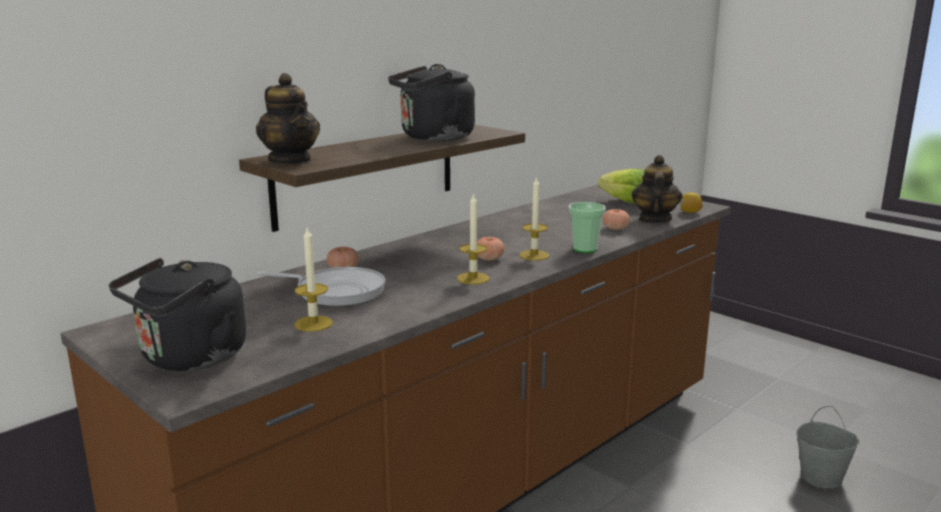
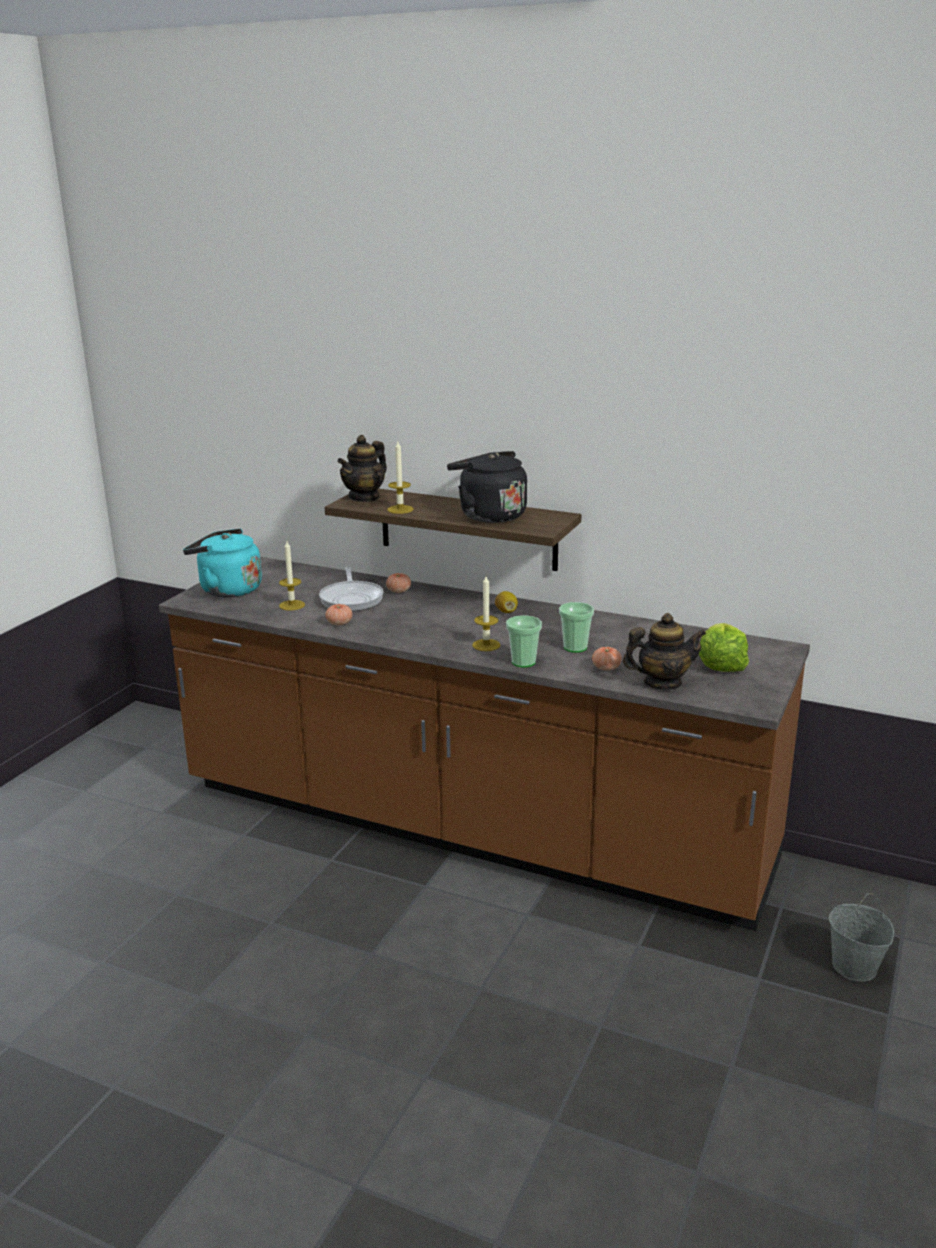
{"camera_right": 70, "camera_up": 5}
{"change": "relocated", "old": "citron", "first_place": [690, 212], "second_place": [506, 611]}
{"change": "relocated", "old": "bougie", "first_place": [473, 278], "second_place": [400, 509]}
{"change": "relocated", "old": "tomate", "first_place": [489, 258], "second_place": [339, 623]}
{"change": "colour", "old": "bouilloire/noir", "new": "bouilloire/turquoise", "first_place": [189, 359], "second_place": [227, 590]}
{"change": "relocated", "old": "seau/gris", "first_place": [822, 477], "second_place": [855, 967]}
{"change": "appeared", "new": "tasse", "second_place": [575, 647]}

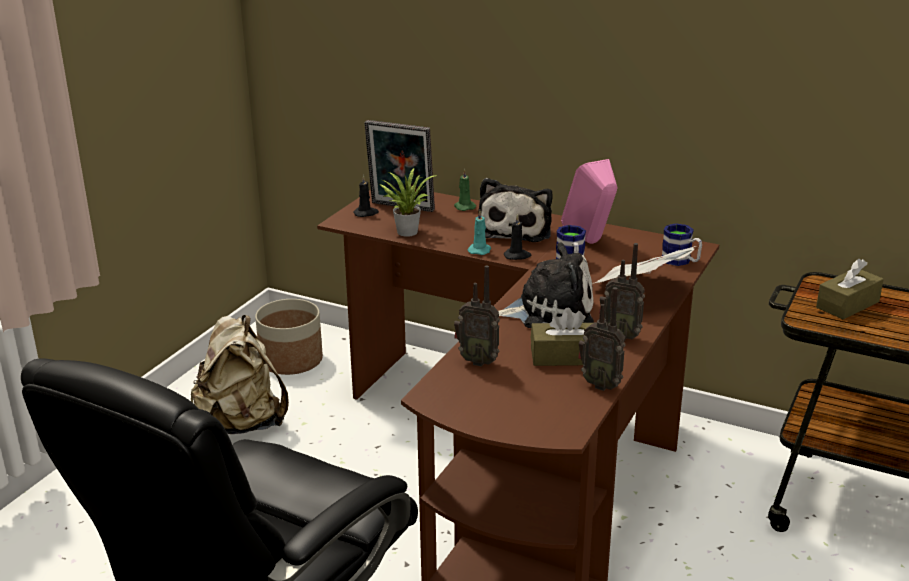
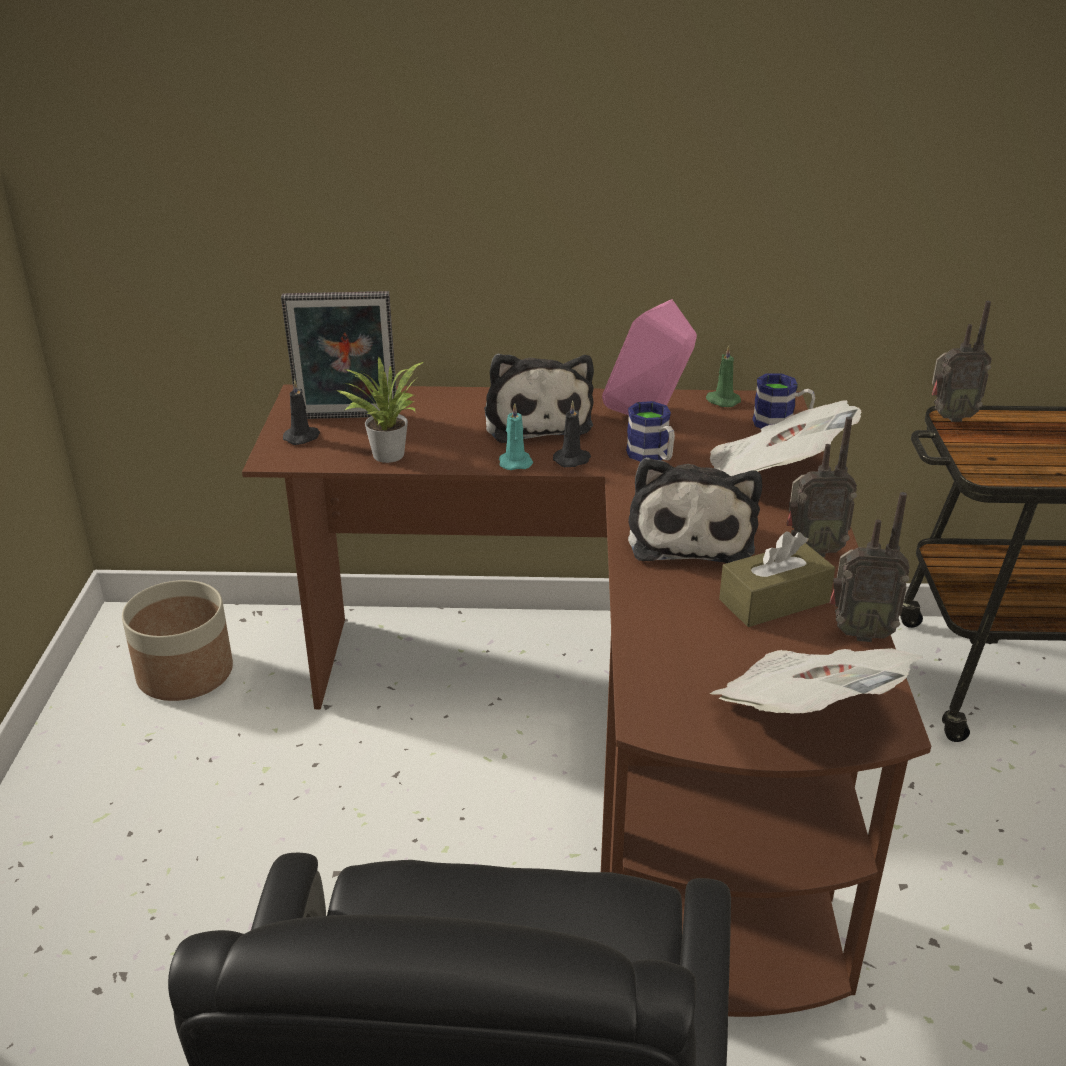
{"camera_right": -25, "camera_up": 5}
{"change": "relocated", "old": "bougie/vert", "first_place": [464, 207], "second_place": [722, 401]}
{"change": "spun", "old": "peluche", "first_place": [549, 311], "second_place": [690, 535], "degrees": 120}
{"change": "missing", "old": "boîte à mouchoirs/marron", "first_place": [847, 304]}
{"change": "relocated", "old": "radio", "first_place": [478, 361], "second_place": [949, 417]}
{"change": "missing", "old": "sac à dos/beige", "first_place": [241, 423]}
{"change": "appeared", "new": "journal", "second_place": [806, 715]}

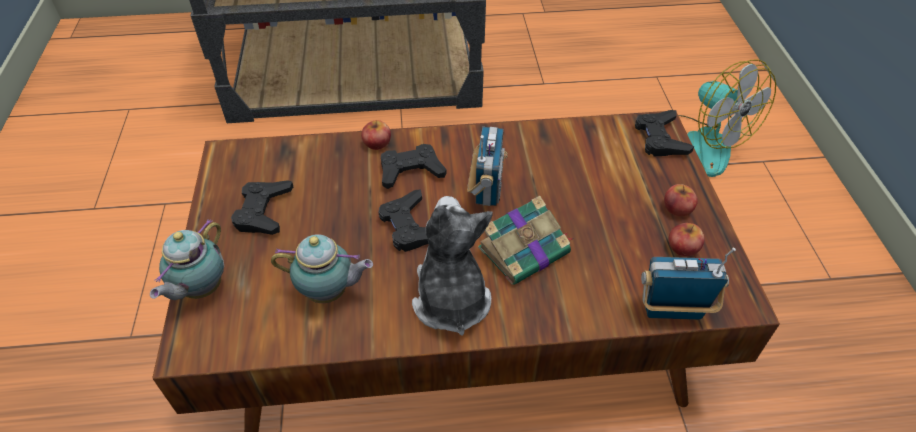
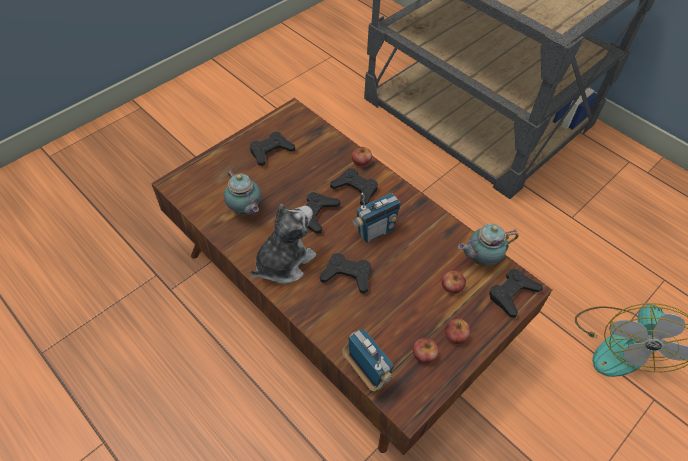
{"camera_right": 50, "camera_up": 5}
{"change": "exchanged", "old": "livre", "new": "manette/noir", "first_place": [525, 250], "second_place": [347, 275]}
{"change": "relocated", "old": "théière", "first_place": [200, 289], "second_place": [481, 259]}
{"change": "appeared", "new": "pomme", "second_place": [452, 286]}

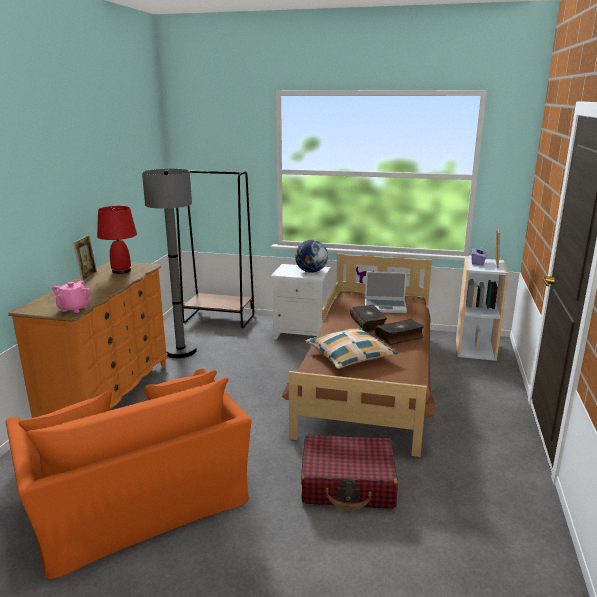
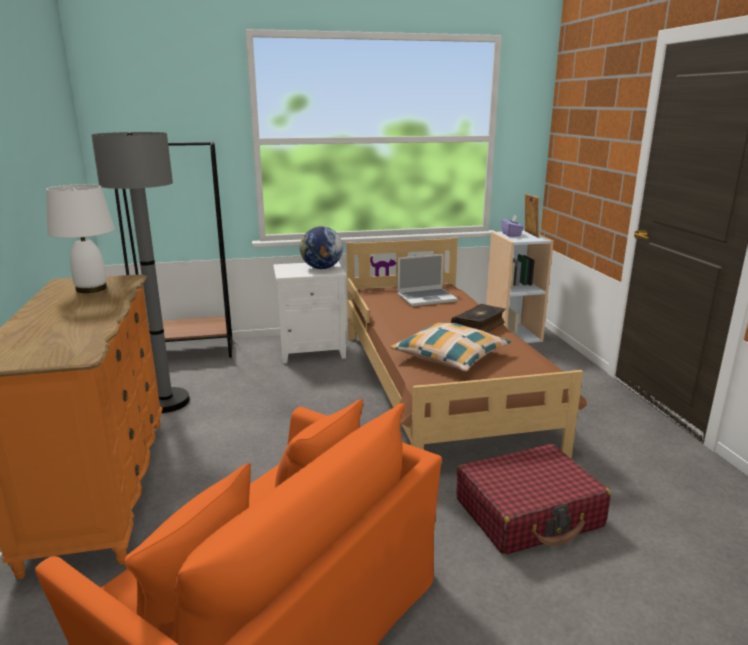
{"camera_right": -25, "camera_up": 0}
{"change": "colour", "old": "lampe de table/rouge", "new": "lampe de table/blanc", "first_place": [121, 271], "second_place": [91, 289]}
{"change": "missing", "old": "cadre photo", "first_place": [88, 277]}
{"change": "missing", "old": "théière/rose", "first_place": [74, 308]}
{"change": "missing", "old": "livre", "first_place": [368, 323]}

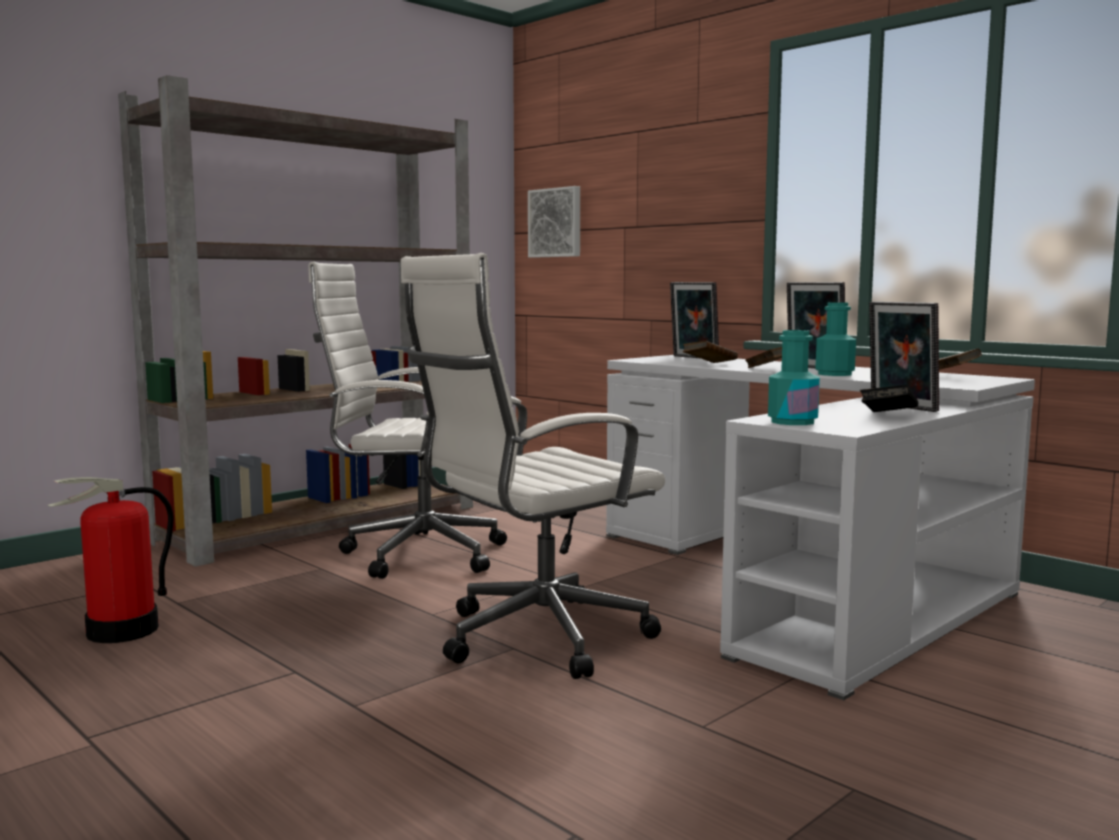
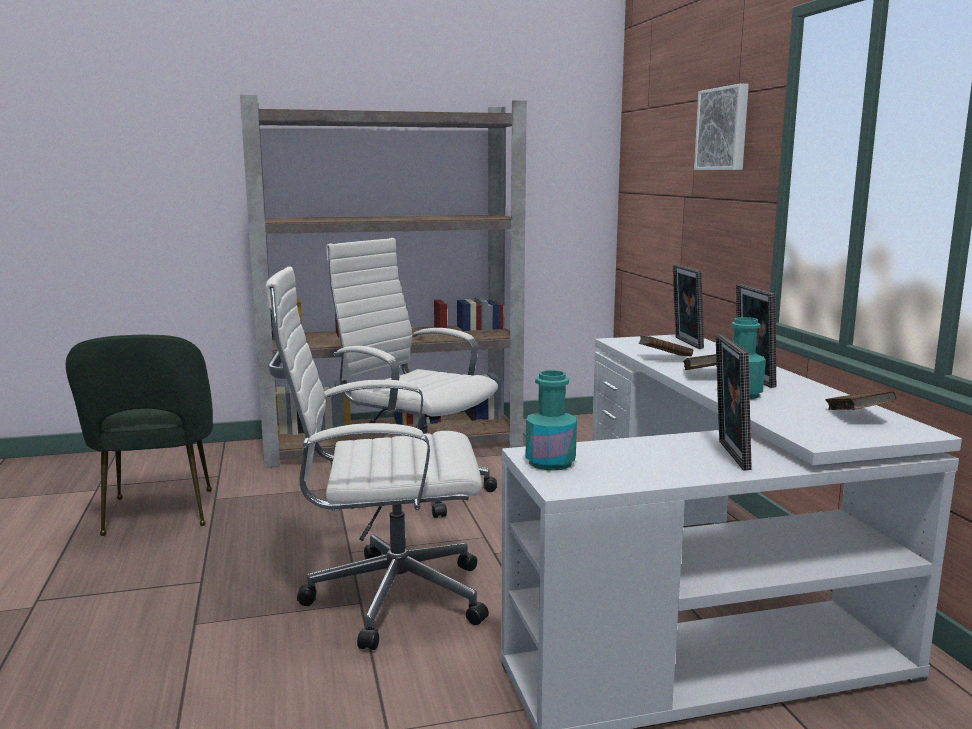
{"camera_right": 30, "camera_up": 5}
{"change": "relocated", "old": "tableau", "first_place": [556, 223], "second_place": [724, 129]}
{"change": "missing", "old": "livre/noir", "first_place": [888, 416]}
{"change": "exchanged", "old": "extincteur", "new": "chaise/vert", "first_place": [122, 631], "second_place": [157, 516]}

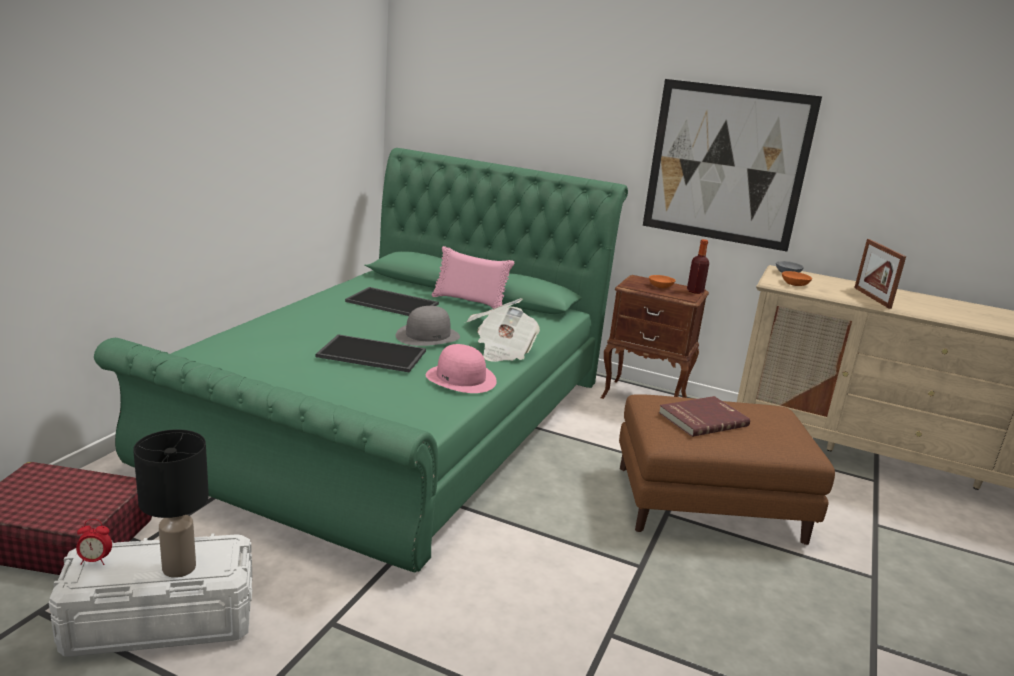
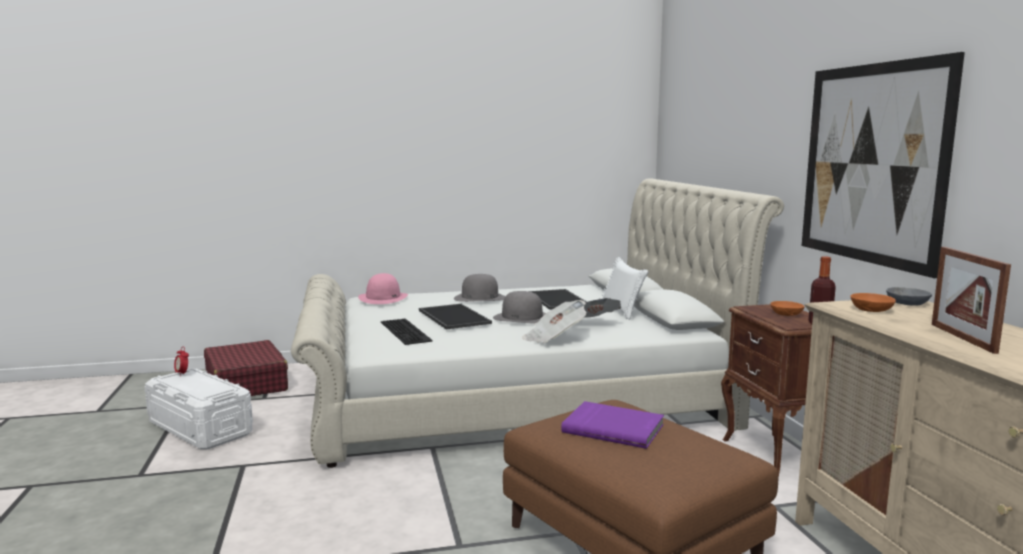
{"camera_right": 55, "camera_up": -10}
{"change": "colour", "old": "lit/vert", "new": "lit/beige", "first_place": [397, 417], "second_place": [515, 394]}
{"change": "spun", "old": "cadre photo", "first_place": [872, 298], "second_place": [962, 338], "degrees": -45}
{"change": "colour", "old": "coussin/rose", "new": "coussin/blanc", "first_place": [470, 302], "second_place": [622, 310]}
{"change": "relocated", "old": "chapeau/rose", "first_place": [461, 378], "second_place": [383, 298]}
{"change": "colour", "old": "livre/rouge", "new": "livre/violet", "first_place": [702, 419], "second_place": [613, 427]}
{"change": "missing", "old": "lampe de table/noir", "first_place": [179, 568]}
{"change": "appeared", "new": "chapeau/gris", "second_place": [479, 298]}
{"change": "appeared", "new": "clavier", "second_place": [407, 331]}

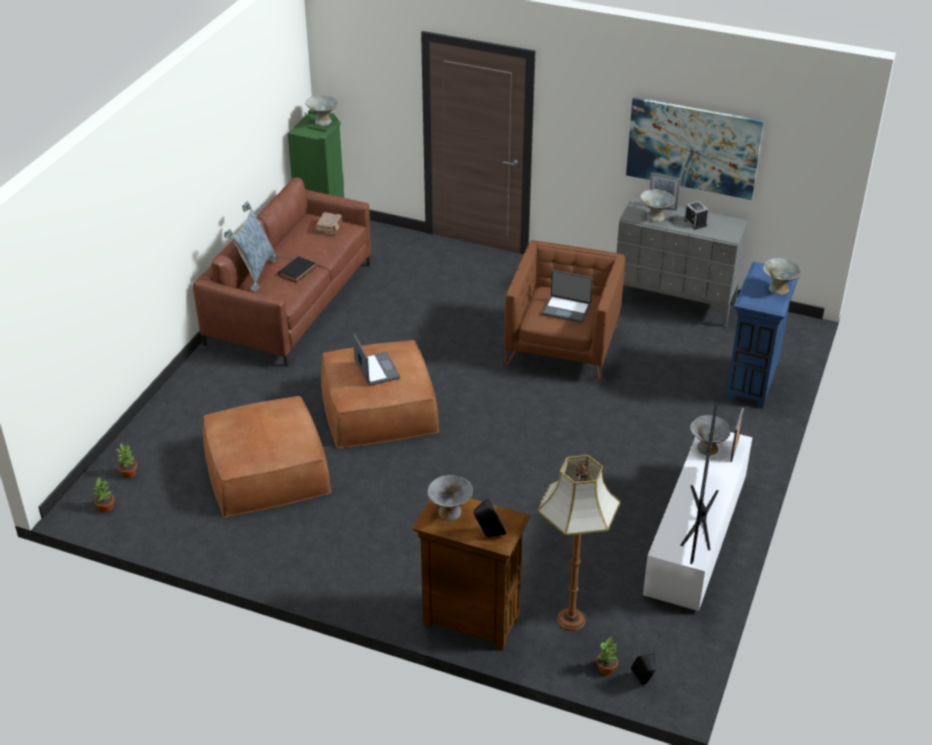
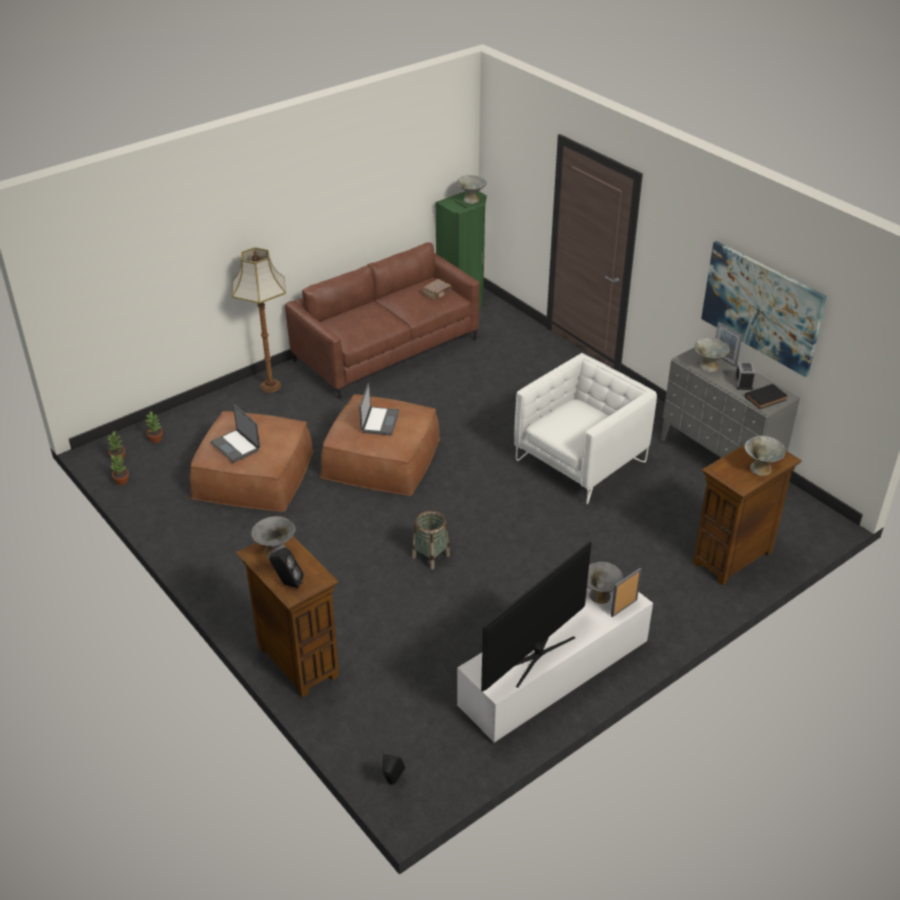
{"camera_right": 30, "camera_up": 0}
{"change": "missing", "old": "coussin", "first_place": [254, 275]}
{"change": "colour", "old": "fauteuil/marron", "new": "fauteuil/blanc", "first_place": [562, 346], "second_place": [580, 462]}
{"change": "relocated", "old": "livre/noir", "first_place": [297, 271], "second_place": [766, 398]}
{"change": "colour", "old": "meuble de rangement/bleu", "new": "meuble de rangement/marron", "first_place": [752, 383], "second_place": [732, 559]}
{"change": "relocated", "old": "ordinateur portable", "first_place": [566, 309], "second_place": [236, 446]}
{"change": "relocated", "old": "lampadaire", "first_place": [569, 619], "second_place": [270, 386]}
{"change": "relocated", "old": "plante en pot", "first_place": [606, 669], "second_place": [121, 481]}
{"change": "appeared", "new": "panier", "second_place": [430, 556]}

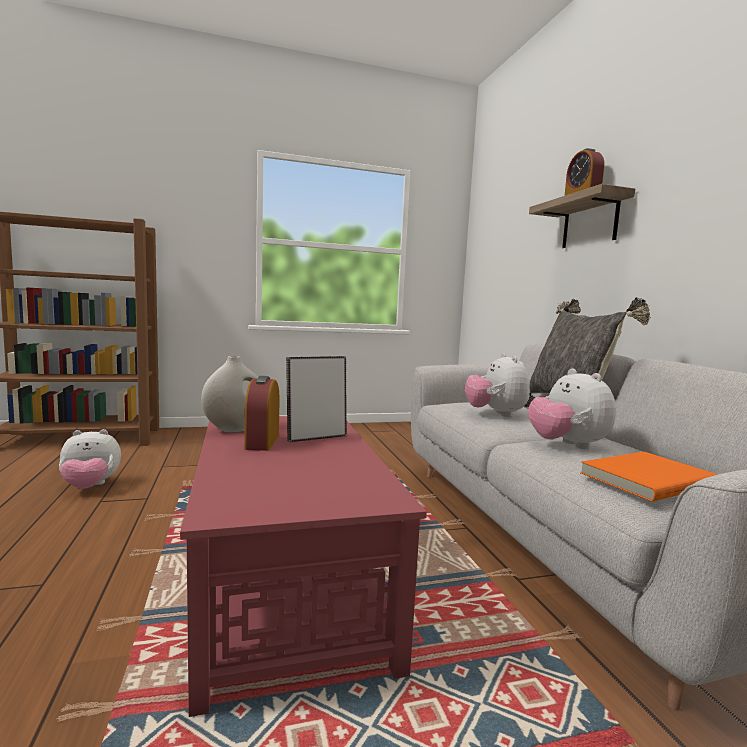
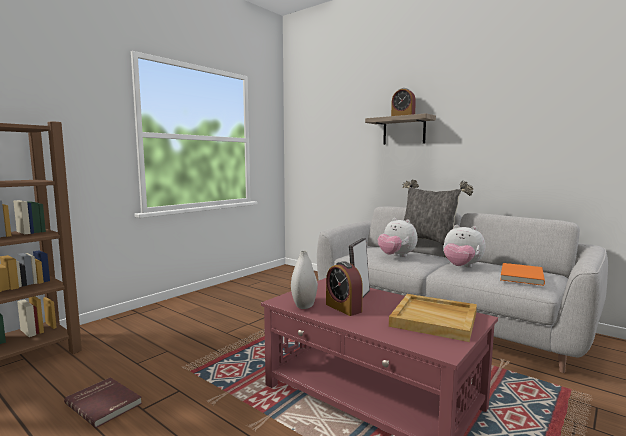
{"camera_right": -35, "camera_up": 0}
{"change": "exchanged", "old": "peluche", "new": "livre/rouge", "first_place": [90, 487], "second_place": [105, 403]}
{"change": "appeared", "new": "plateau/beige", "second_place": [435, 319]}

